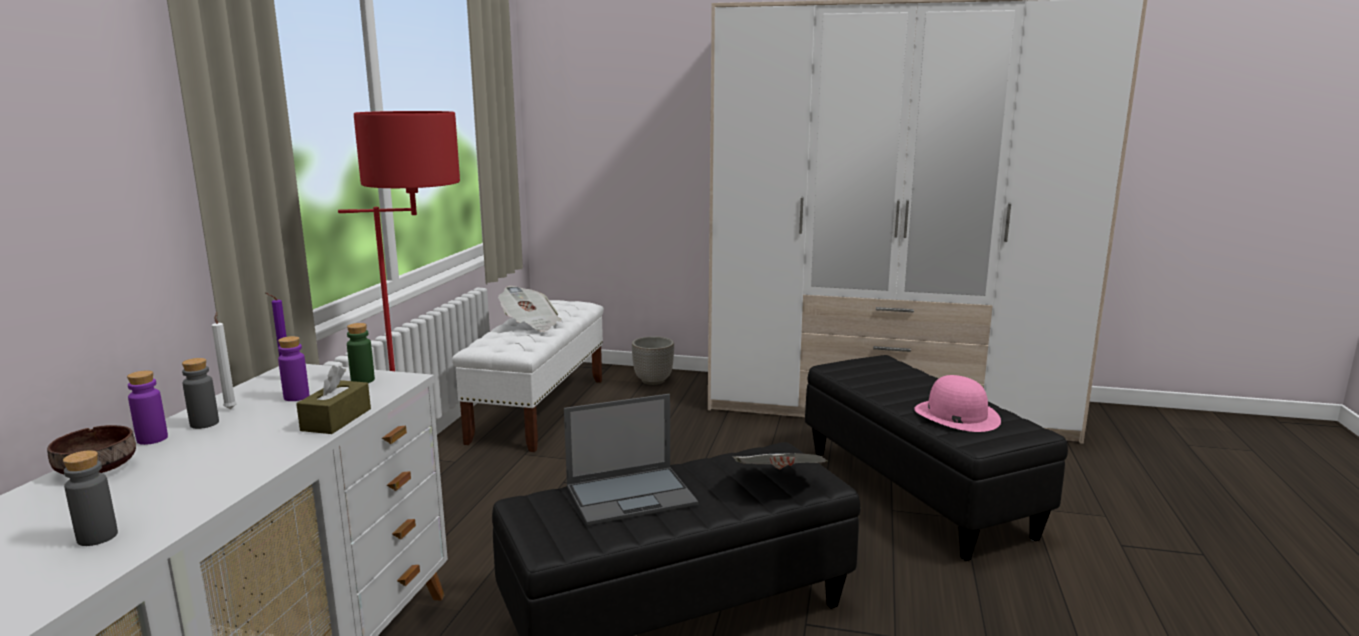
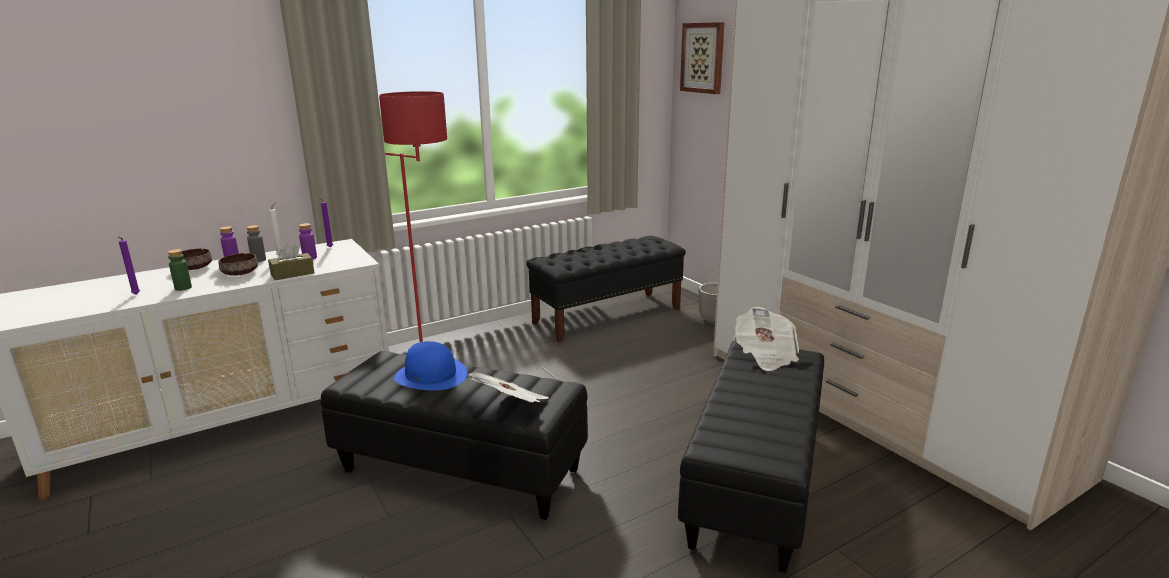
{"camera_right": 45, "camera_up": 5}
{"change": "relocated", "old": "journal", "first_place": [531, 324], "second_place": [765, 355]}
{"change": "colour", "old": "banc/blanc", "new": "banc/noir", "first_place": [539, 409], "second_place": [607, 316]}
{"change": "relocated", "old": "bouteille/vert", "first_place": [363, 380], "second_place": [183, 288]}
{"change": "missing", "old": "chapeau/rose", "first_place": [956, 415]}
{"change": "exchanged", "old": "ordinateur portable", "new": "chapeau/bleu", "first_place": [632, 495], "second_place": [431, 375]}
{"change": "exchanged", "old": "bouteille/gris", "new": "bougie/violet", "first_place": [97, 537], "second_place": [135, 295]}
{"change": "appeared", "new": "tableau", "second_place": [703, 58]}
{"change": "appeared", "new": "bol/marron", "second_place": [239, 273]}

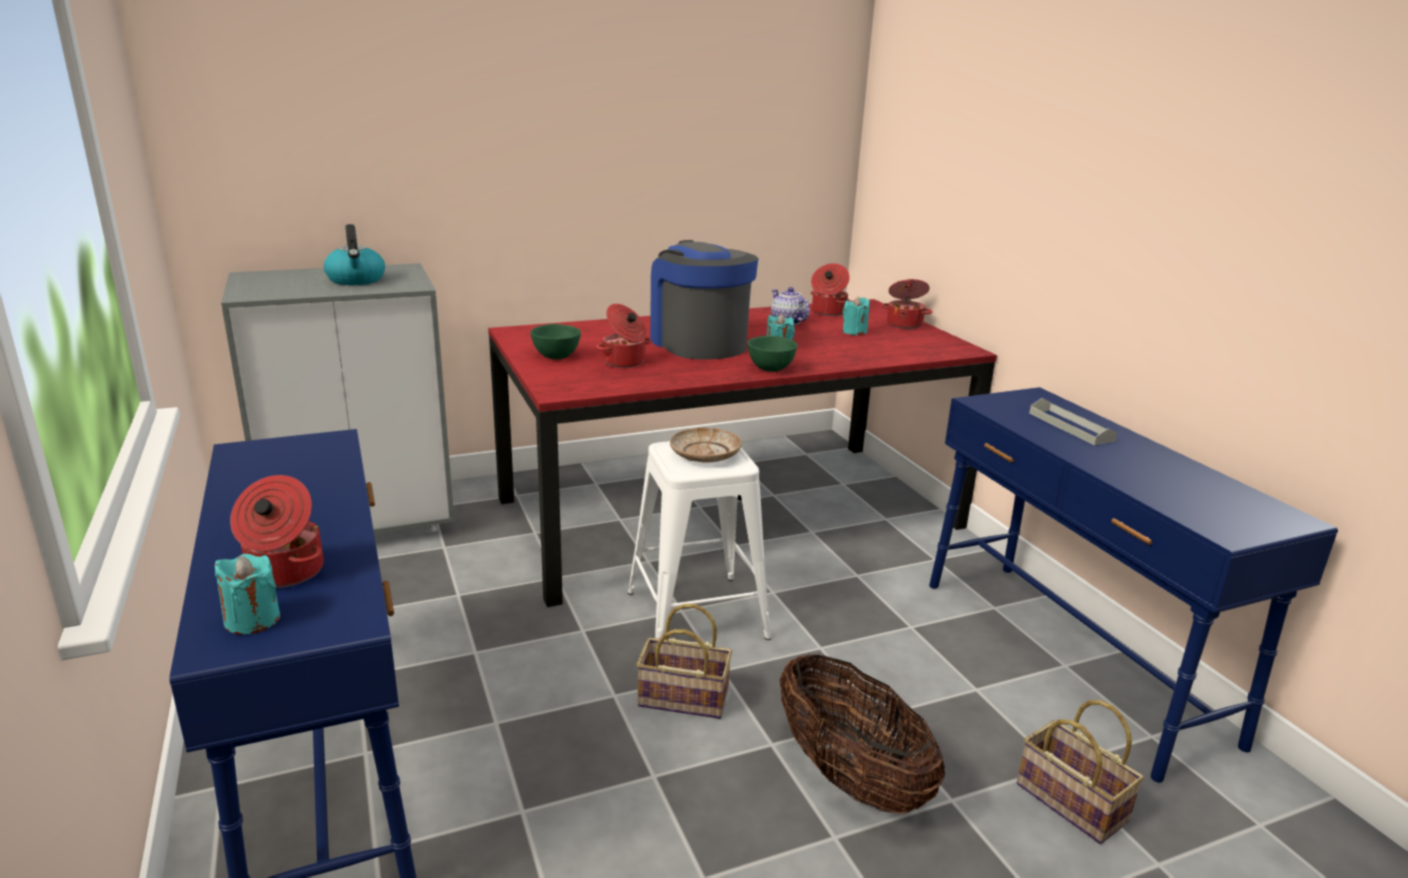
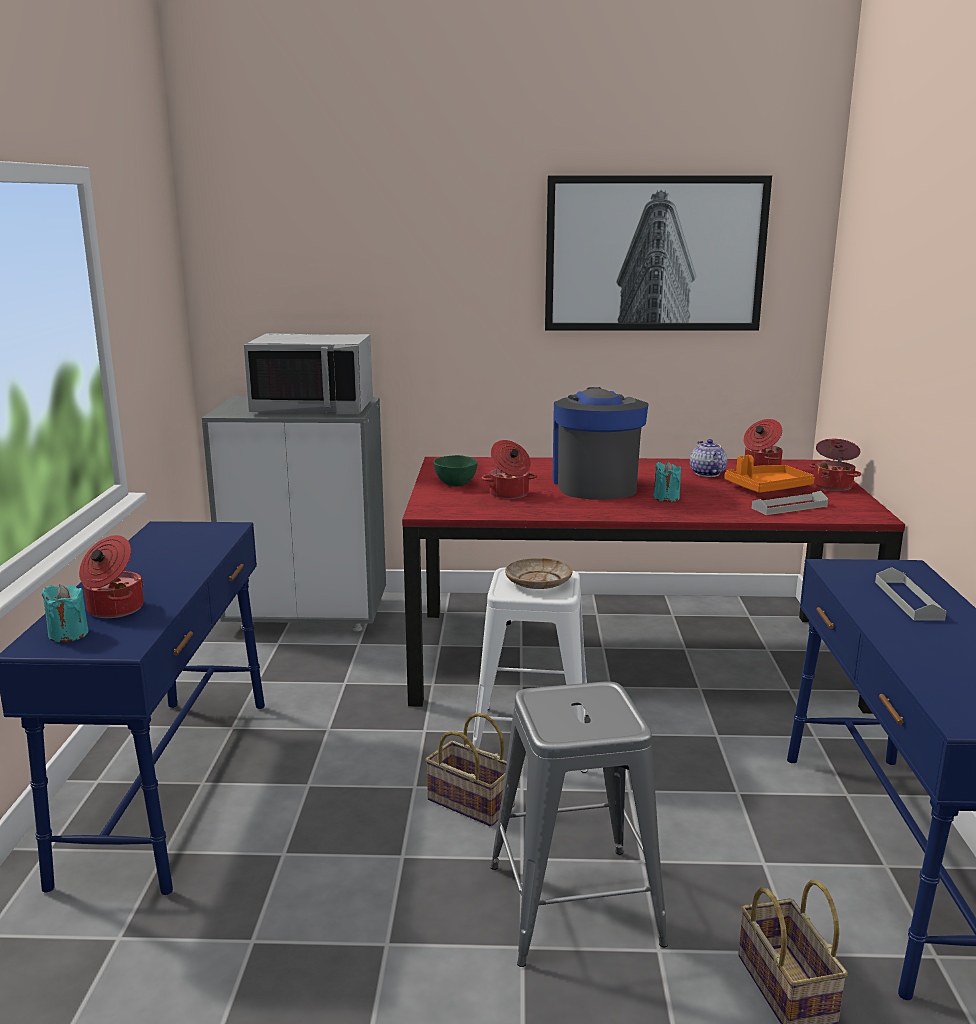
{"camera_right": 25, "camera_up": -5}
{"change": "exchanged", "old": "bouilloire", "new": "micro-ondes/gris", "first_place": [356, 280], "second_place": [314, 407]}
{"change": "exchanged", "old": "bougie/turquoise", "new": "plateau/orange", "first_place": [854, 332], "second_place": [767, 488]}
{"change": "missing", "old": "bol/vert", "first_place": [770, 369]}
{"change": "exchanged", "old": "panier", "new": "tabouret/gris", "first_place": [850, 777], "second_place": [574, 904]}
{"change": "appeared", "new": "tableau", "second_place": [654, 254]}
{"change": "appeared", "new": "plateau/gris", "second_place": [789, 507]}

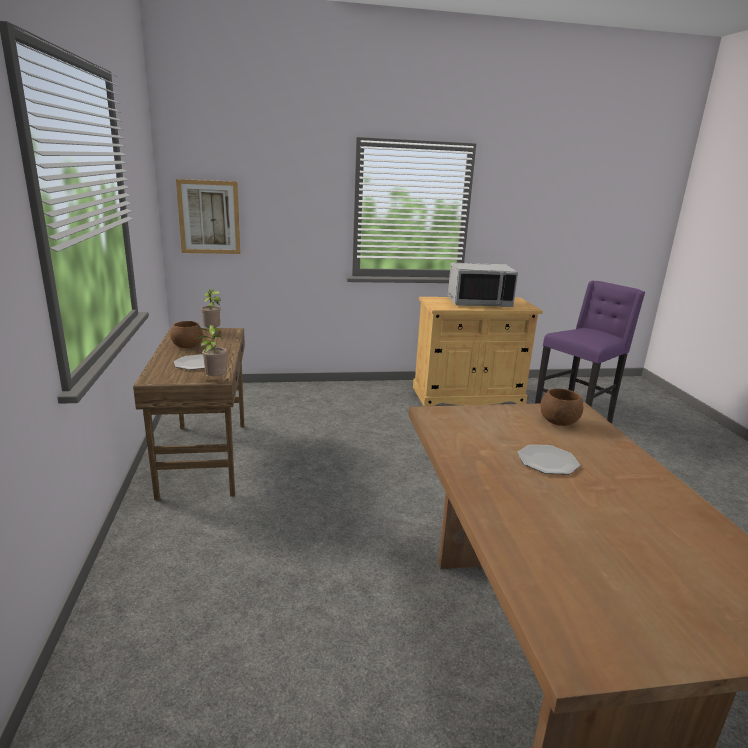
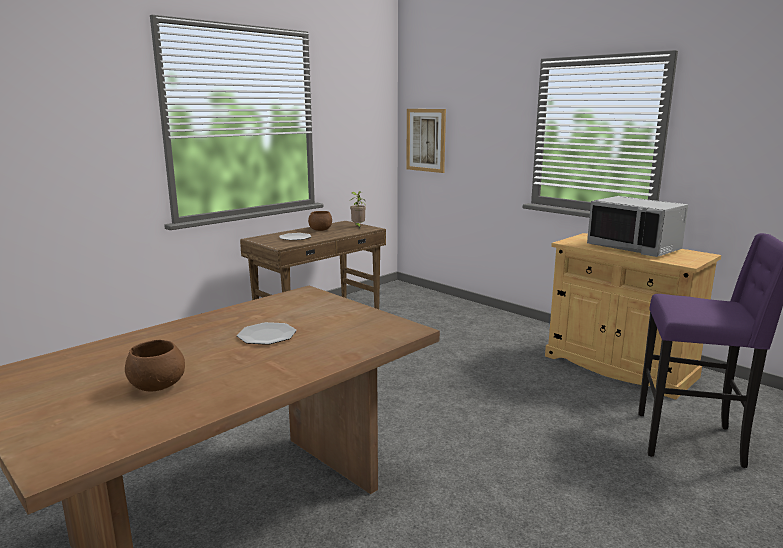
{"camera_right": 55, "camera_up": -5}
{"change": "missing", "old": "plante en pot", "first_place": [215, 380]}
{"change": "relocated", "old": "bol/marron", "first_place": [558, 422], "second_place": [157, 386]}

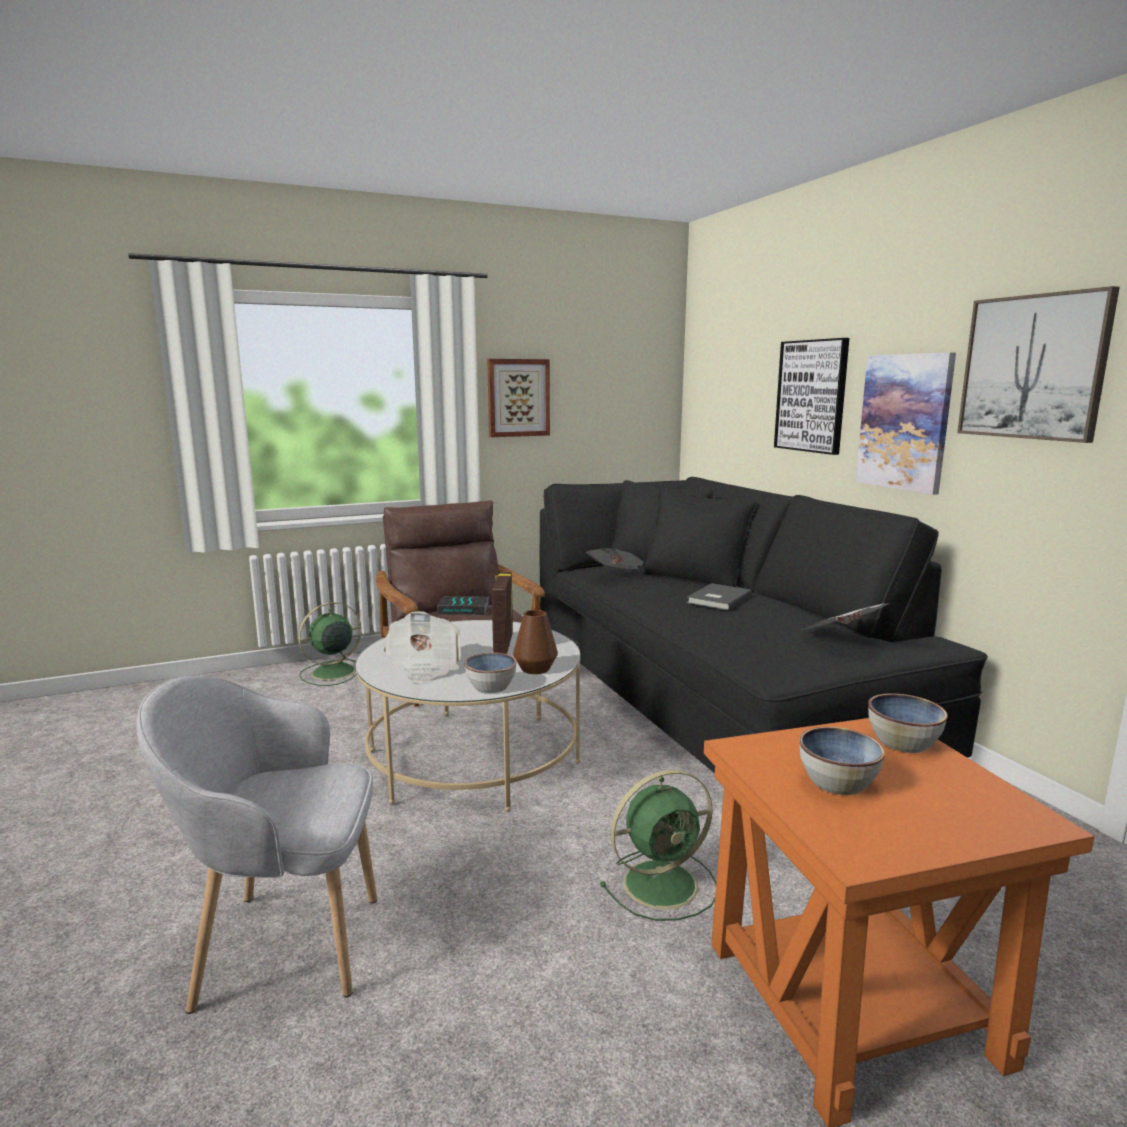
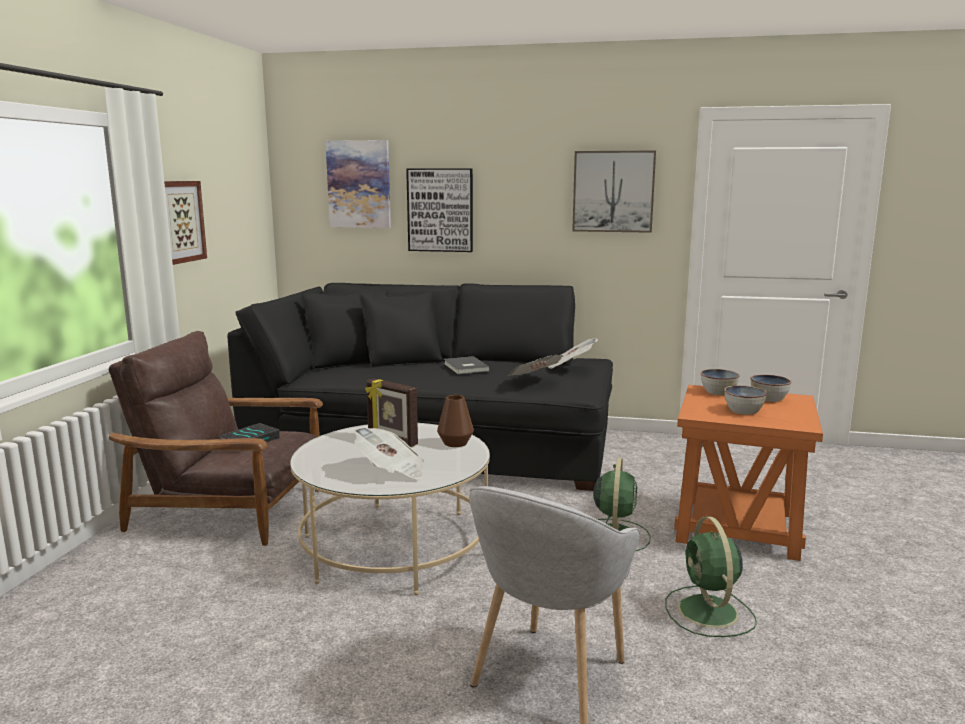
{"camera_right": -55, "camera_up": 0}
{"change": "relocated", "old": "tableau", "first_place": [904, 422], "second_place": [359, 184]}
{"change": "relocated", "old": "journal", "first_place": [617, 575], "second_place": [534, 380]}
{"change": "relocated", "old": "ventilateur/vert", "first_place": [331, 672], "second_place": [709, 613]}
{"change": "relocated", "old": "bol", "first_place": [491, 687], "second_place": [769, 398]}

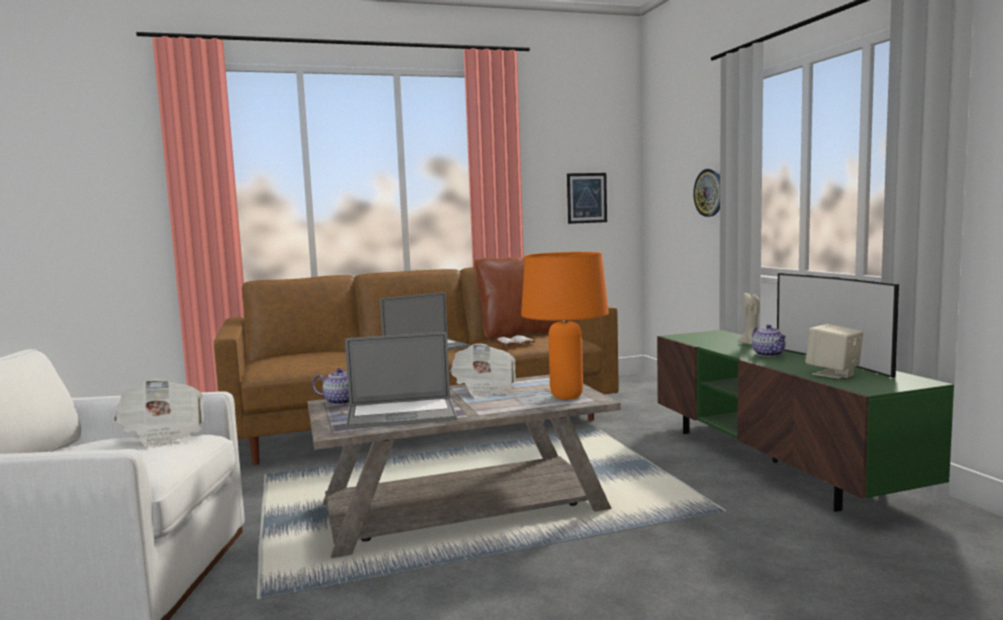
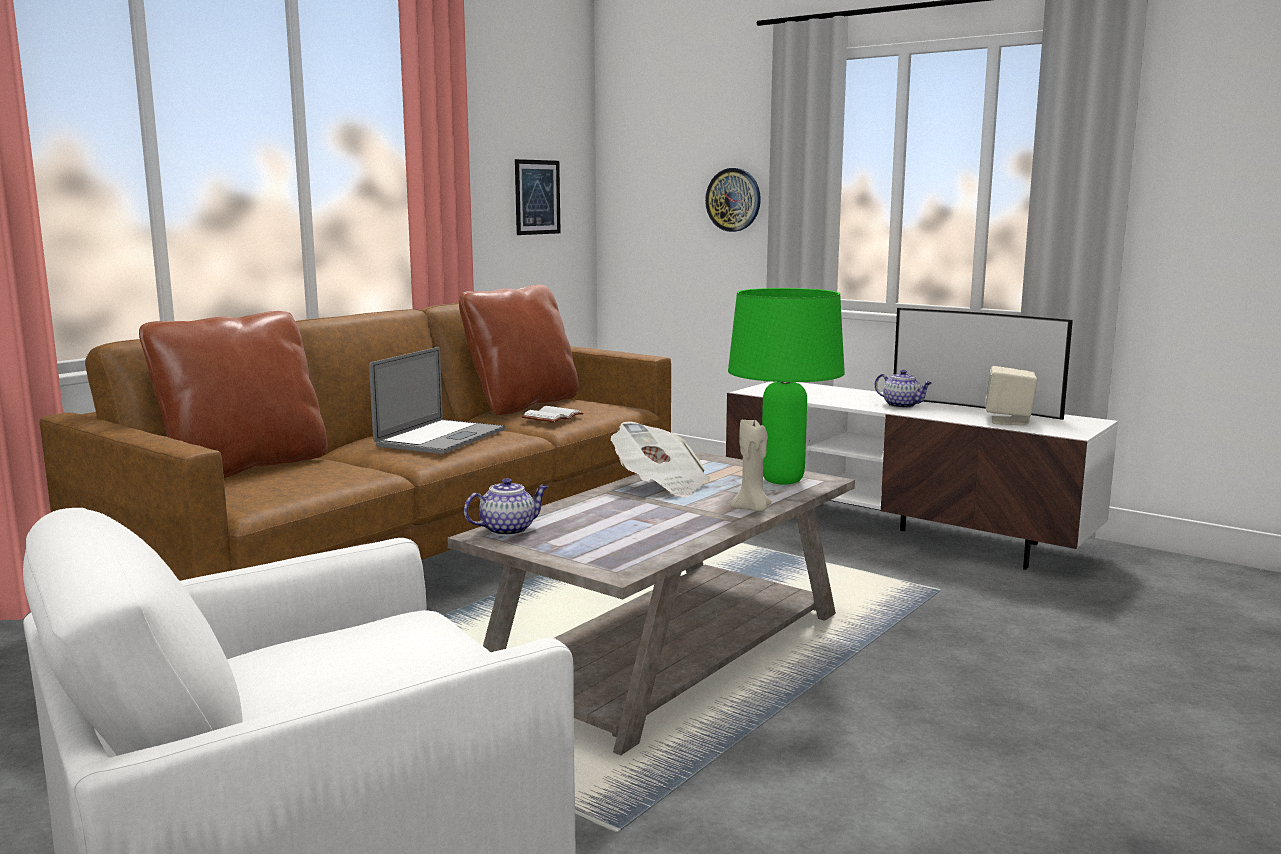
{"camera_right": -35, "camera_up": 5}
{"change": "colour", "old": "lampe de table/orange", "new": "lampe de table/vert", "first_place": [567, 396], "second_place": [783, 480]}
{"change": "relocated", "old": "bougie/beige", "first_place": [751, 344], "second_place": [752, 509]}
{"change": "colour", "old": "meuble télé/vert", "new": "meuble télé/blanc", "first_place": [776, 461], "second_place": [903, 530]}
{"change": "missing", "old": "ordinateur portable", "first_place": [401, 414]}
{"change": "missing", "old": "journal", "first_place": [163, 434]}
{"change": "appeared", "new": "coussin/marron", "second_place": [244, 466]}

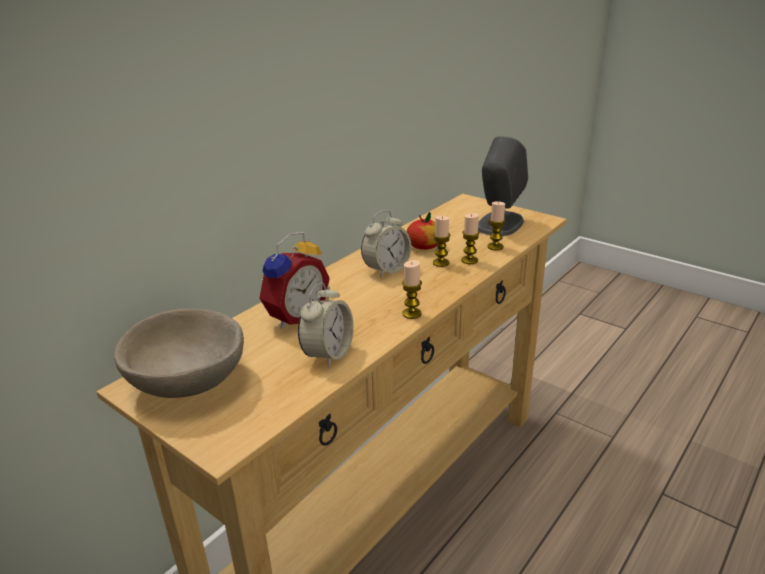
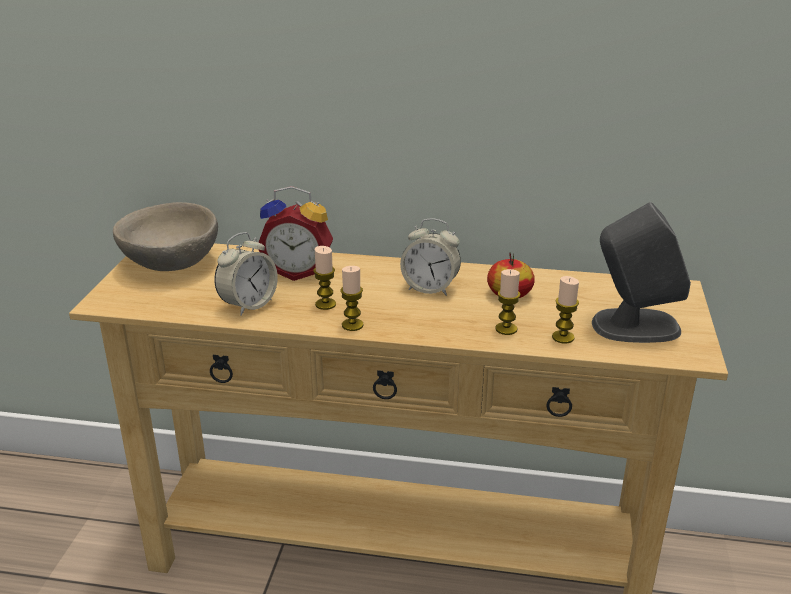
{"camera_right": 60, "camera_up": 0}
{"change": "relocated", "old": "bougie", "first_place": [441, 263], "second_place": [325, 304]}
{"change": "spun", "old": "réveil", "first_place": [328, 354], "second_place": [248, 305], "degrees": -45}

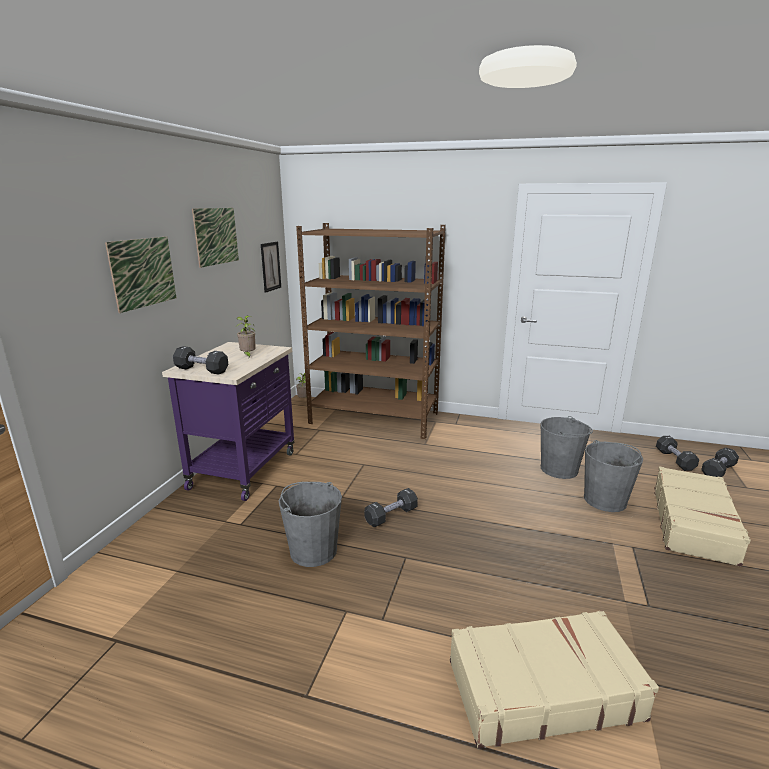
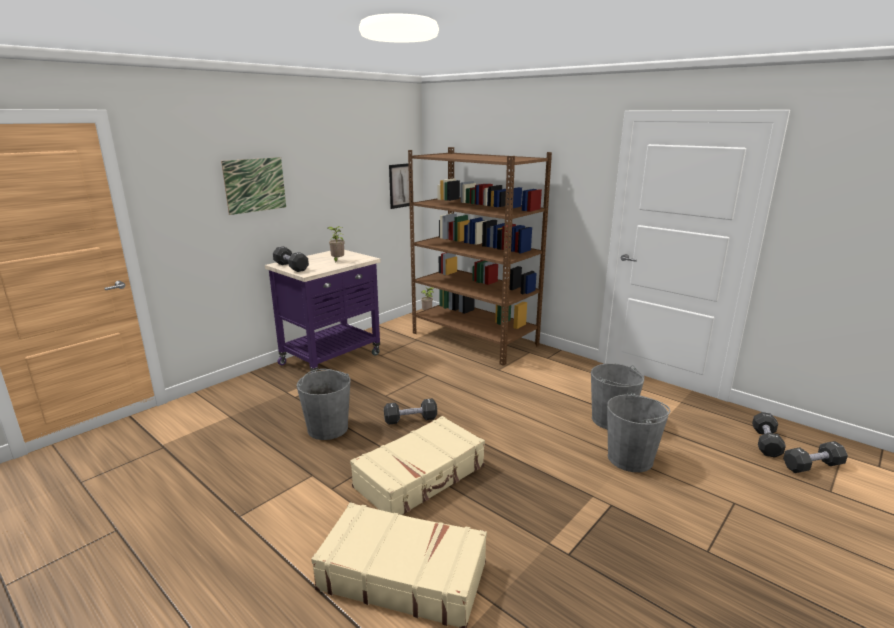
{"camera_right": 25, "camera_up": 0}
{"change": "missing", "old": "tableau", "first_place": [216, 236]}
{"change": "relocated", "old": "valise/beige", "first_place": [693, 524], "second_place": [421, 477]}

